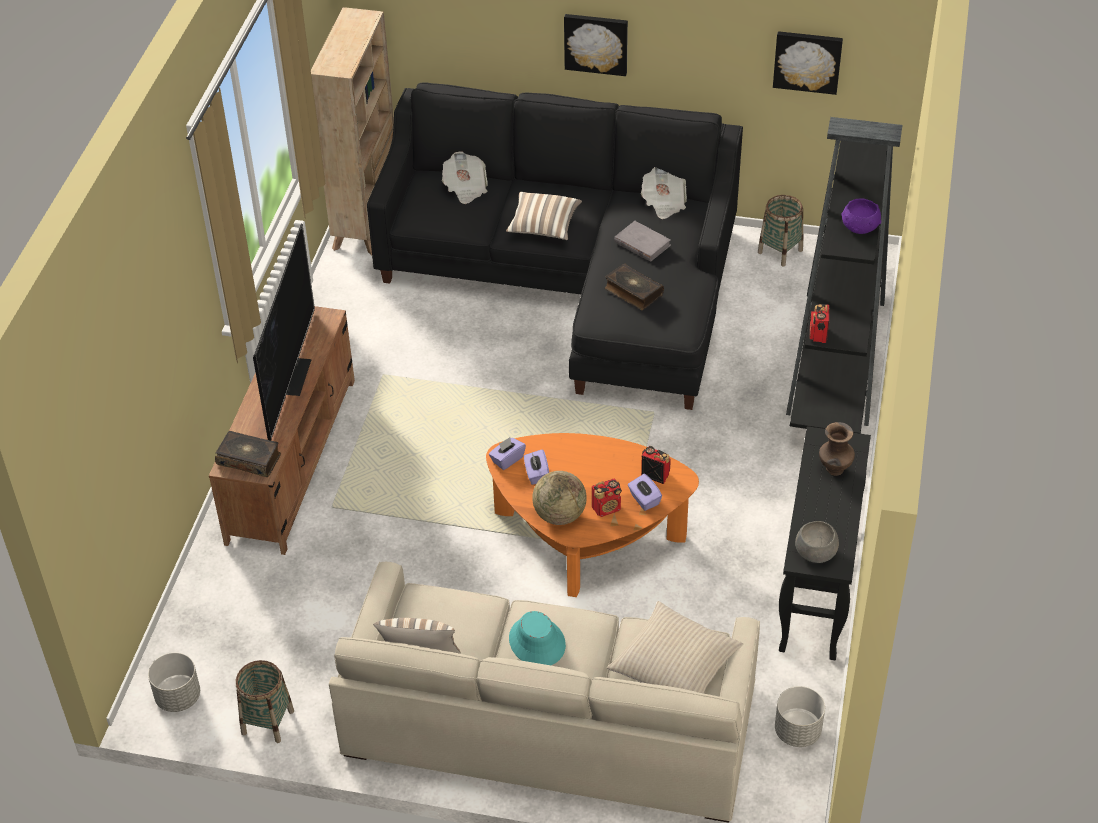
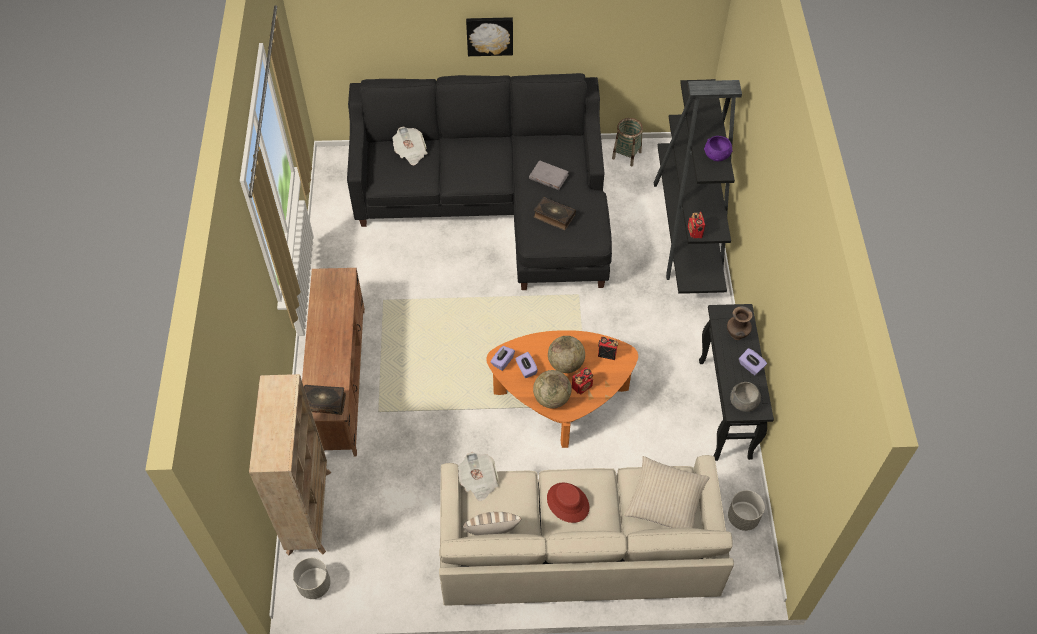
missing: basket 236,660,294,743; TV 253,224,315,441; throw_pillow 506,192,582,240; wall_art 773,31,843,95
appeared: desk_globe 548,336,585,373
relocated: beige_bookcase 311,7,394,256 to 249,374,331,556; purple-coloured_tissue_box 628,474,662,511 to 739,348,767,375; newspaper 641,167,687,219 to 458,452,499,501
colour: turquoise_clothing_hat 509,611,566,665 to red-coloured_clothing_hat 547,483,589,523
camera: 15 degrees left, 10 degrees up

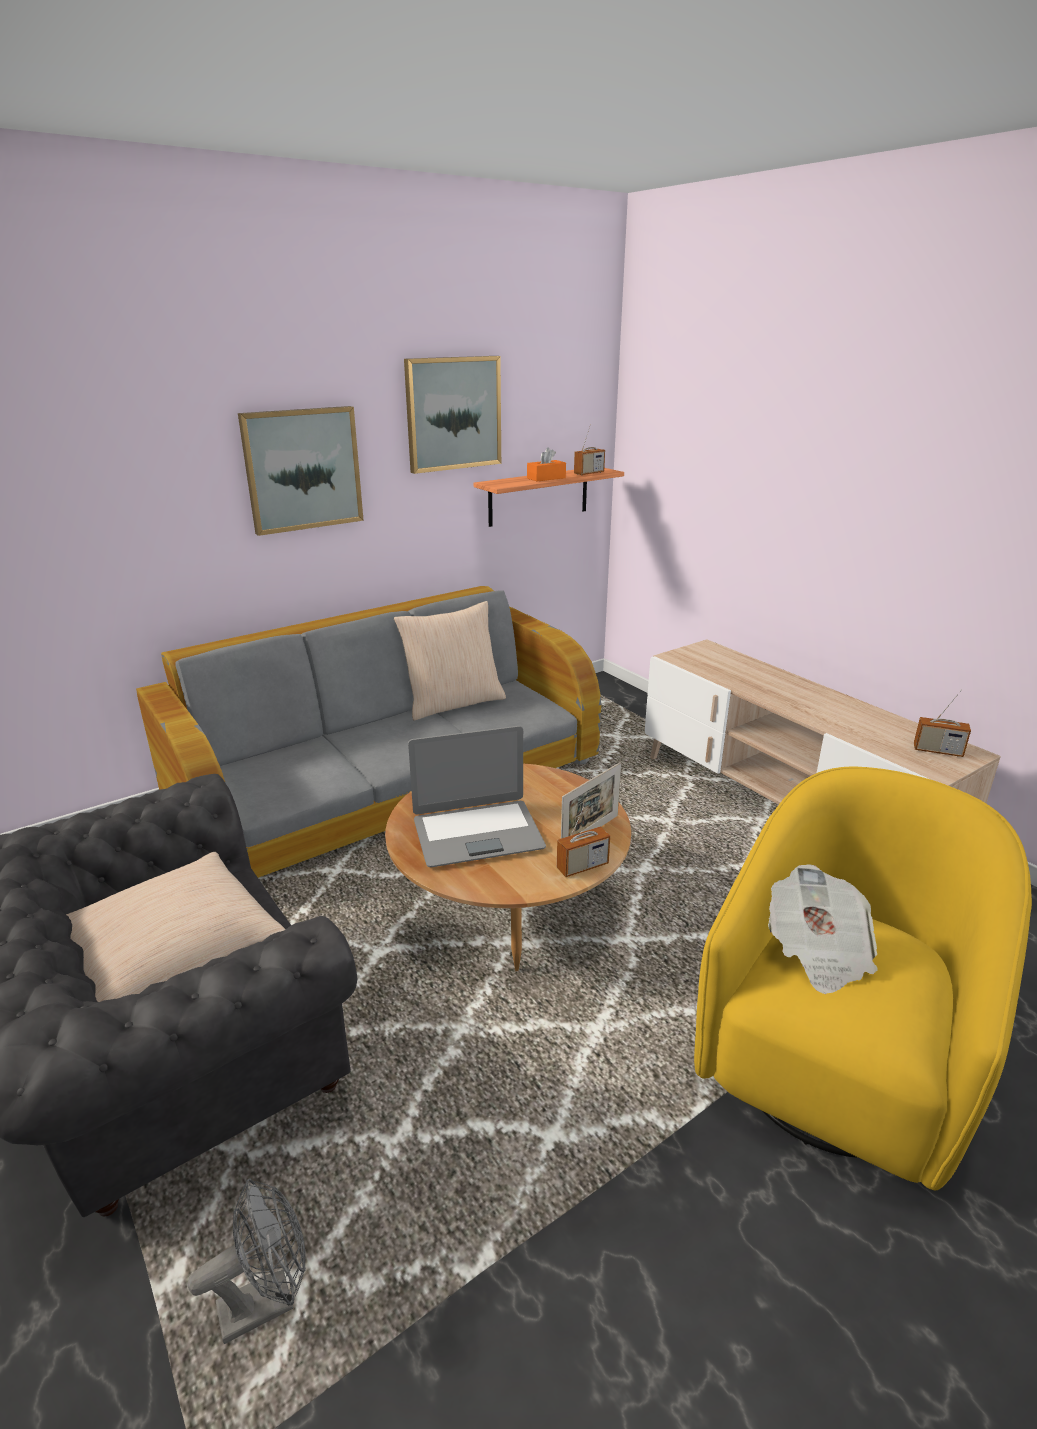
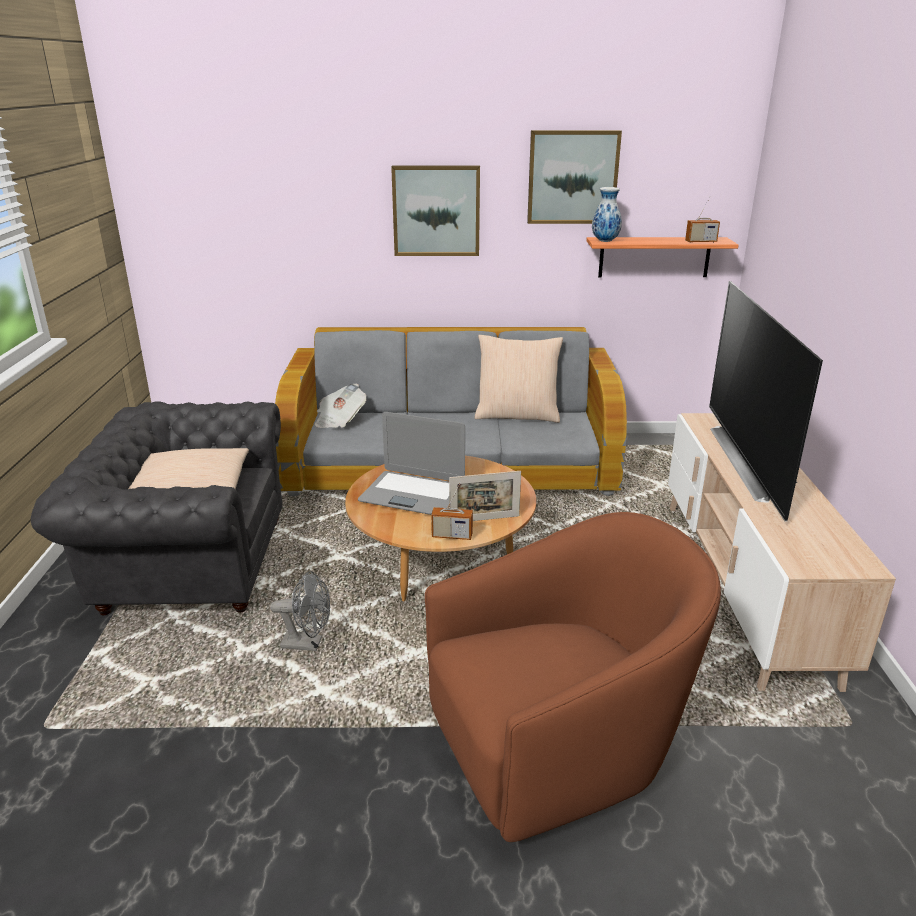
missing: orange-coloured_tissue_box 527,447,566,481; radio_receiver 914,689,971,757
appeared: decorative_vase 592,187,622,242; TV 709,281,823,522
relocated: grey_cooling_fan 188,1178,306,1344 to 270,571,330,651; newspaper 768,864,878,994 to 315,384,366,428
colour: yellow_easy_chair 694,767,1032,1191 to brown-coloured_easy_chair 425,512,721,842
camera: 35 degrees right, 0 degrees up

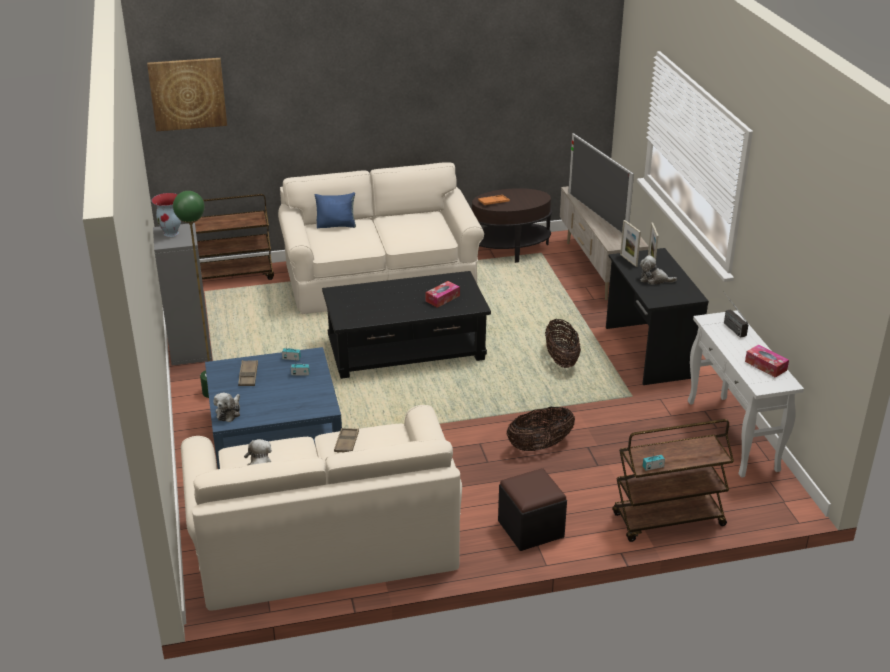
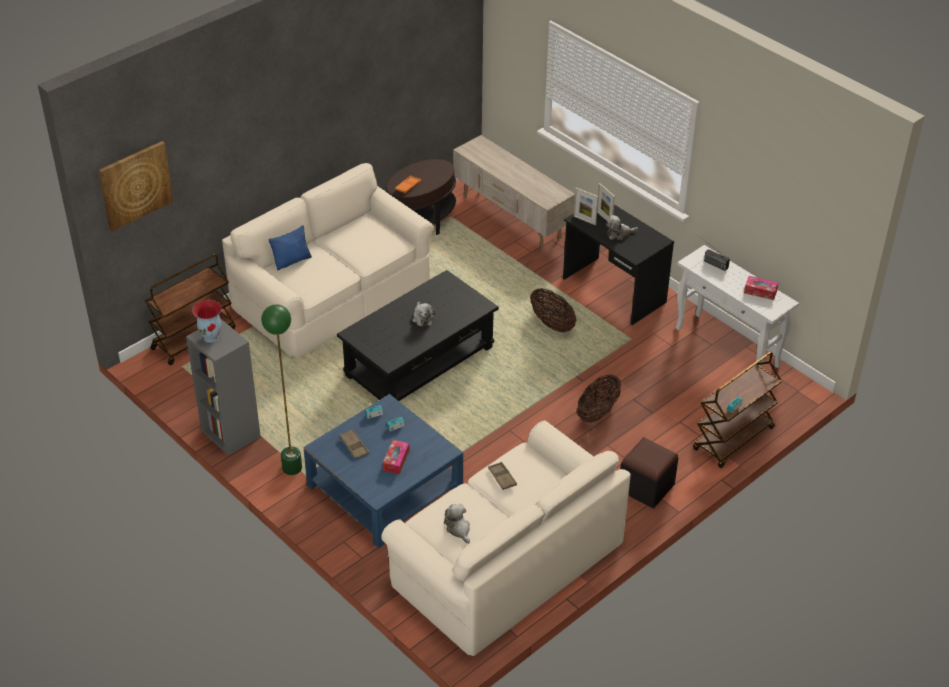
missing: TV 568,133,634,233
relocated: soft_toy 213,393,240,422 to 412,302,435,327; tissue_box 426,281,460,308 to 383,440,409,474
camera: 30 degrees left, 10 degrees up

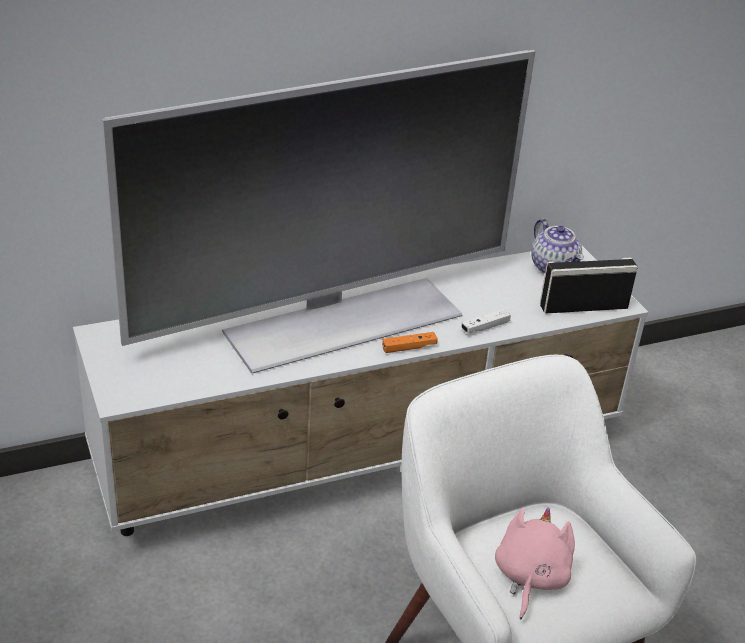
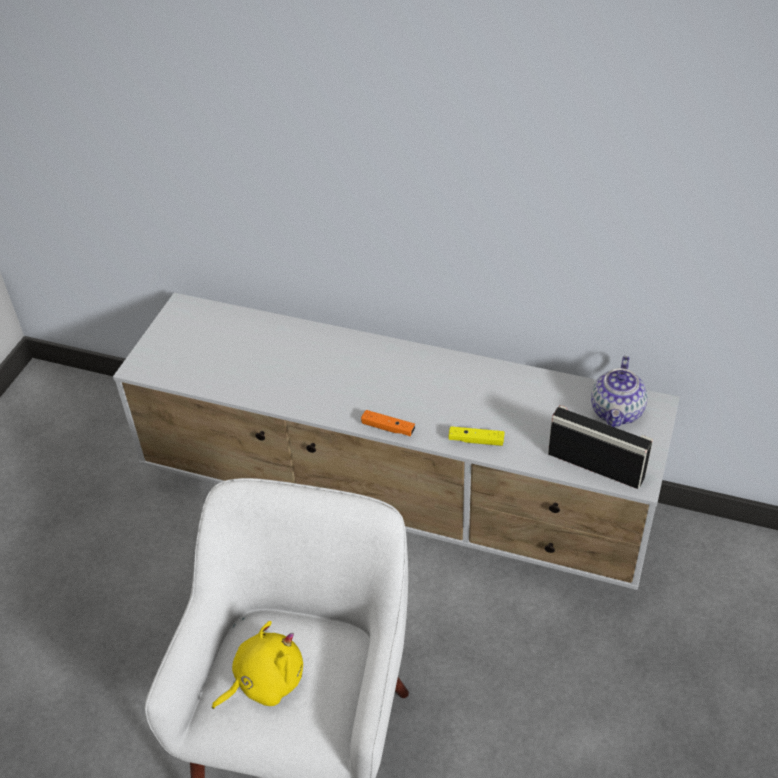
missing: TV 102,50,536,374
colour: white-coloured_game_controller 461,309,511,333 to yellow_game_controller 449,426,505,446; pinkish_soft_toy 495,507,575,619 to yellow_soft_toy 212,621,303,709
camera: 45 degrees right, 10 degrees up

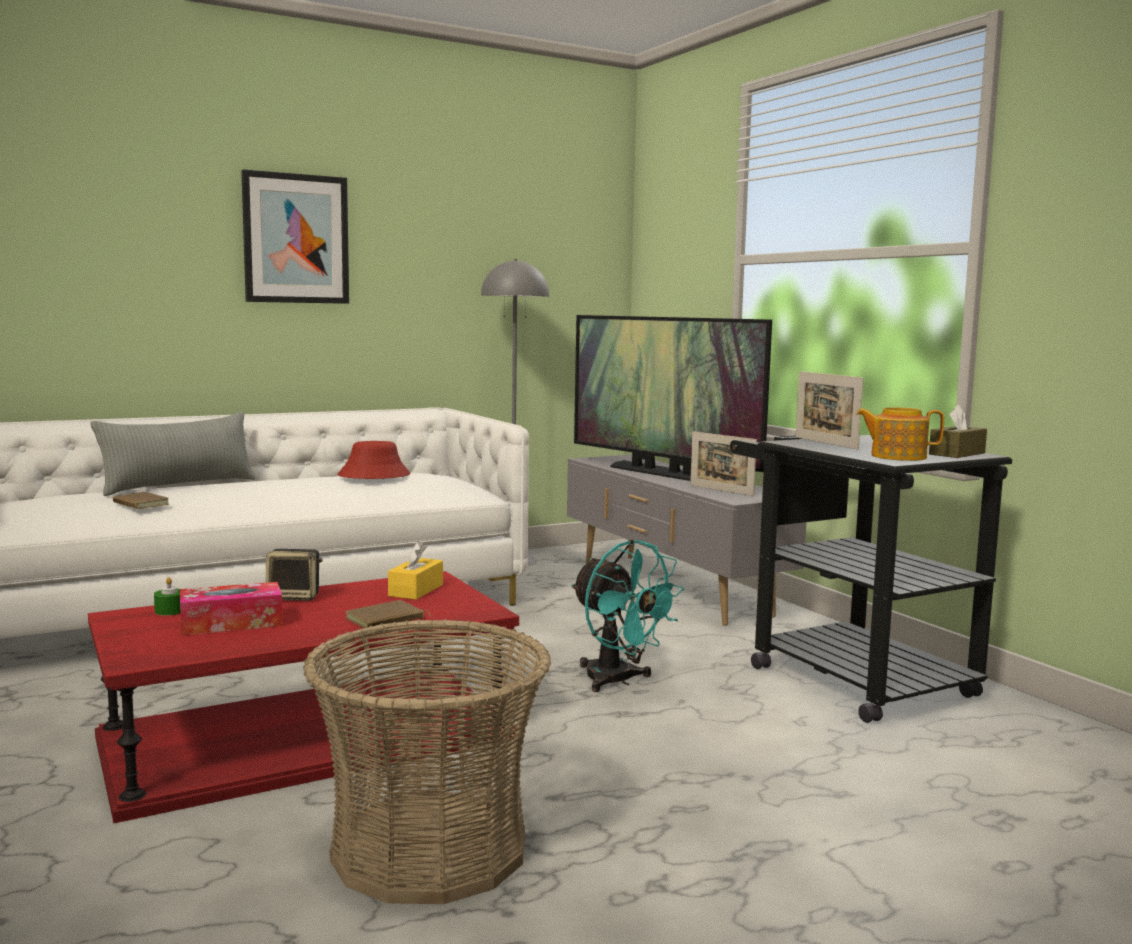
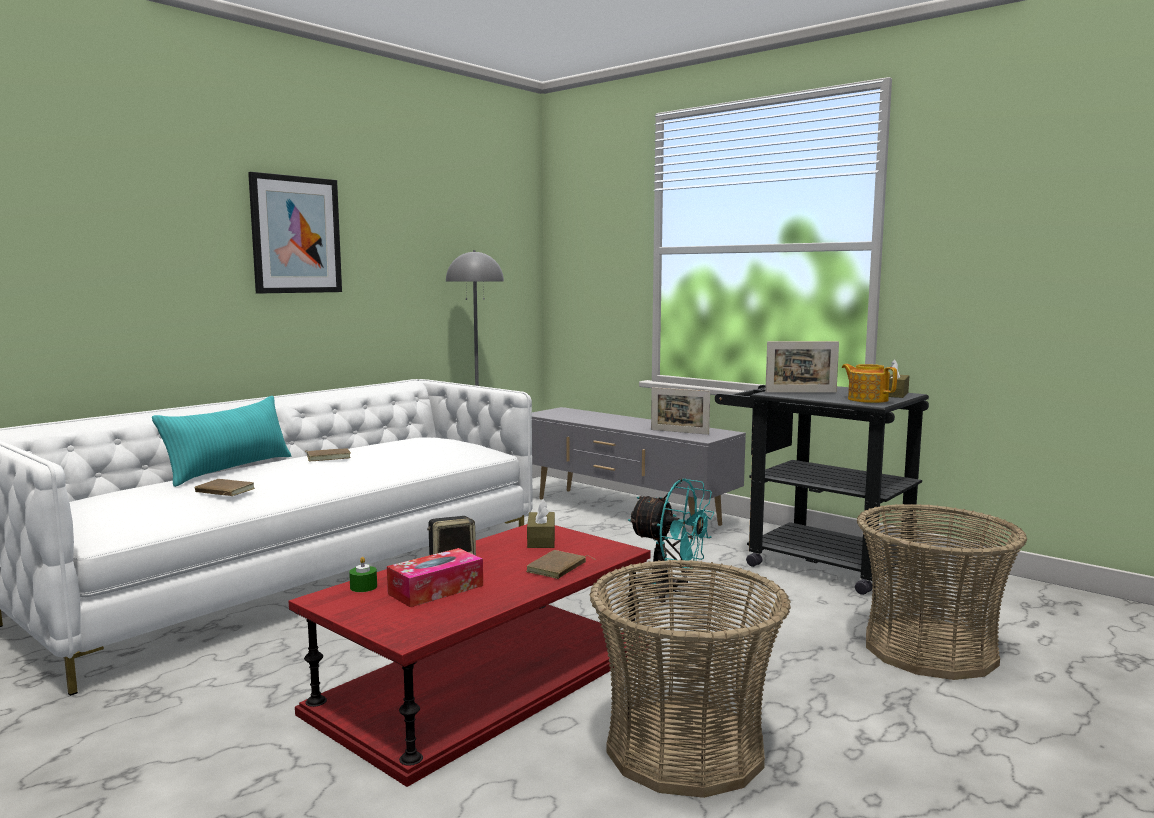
missing: red-coloured_clothing_hat 337,441,410,479; TV 574,315,772,481
appeared: brown-coloured_bound_book 305,448,351,461; basket 857,504,1027,680
colour: grey_throw_pillow 90,412,255,496 to turquoise_throw_pillow 152,396,291,487; yellow_tissue_box 388,541,443,600 to brown-coloured_tissue_box 527,499,555,548
spun: standing_frame 796,371,863,450 = 765,341,839,393 45 degrees counterclockwise; teapot 856,407,944,461 = 842,364,897,403 60 degrees clockwise
camera: 20 degrees left, 0 degrees up

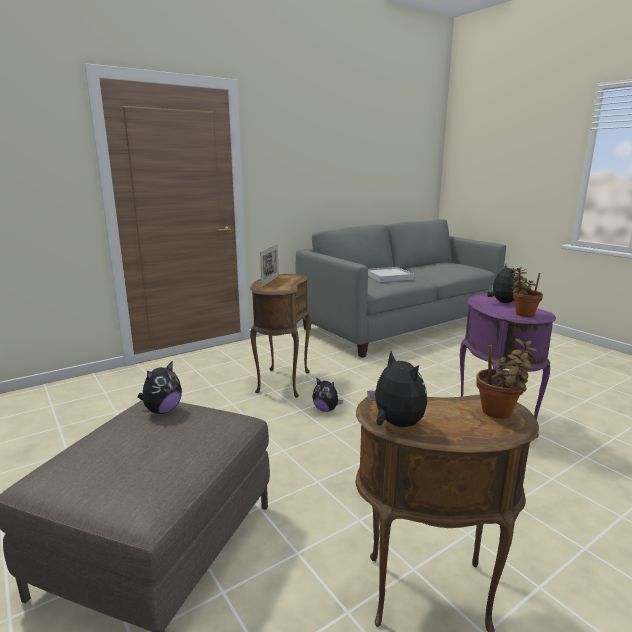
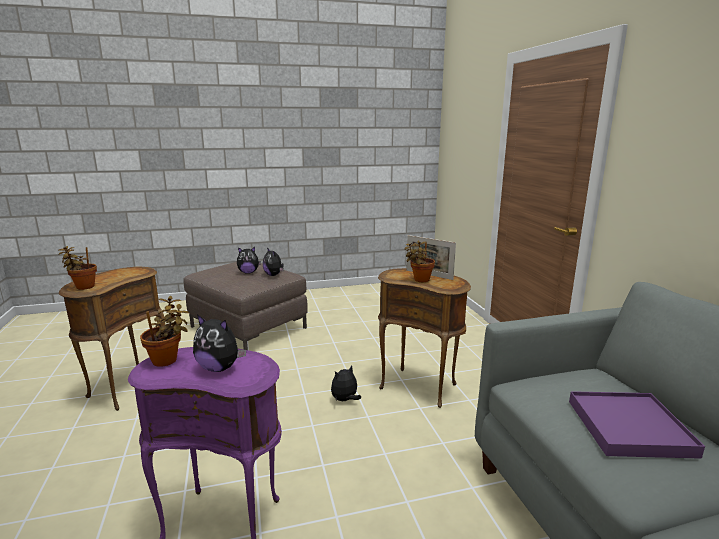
appeared: houseplant 404,241,435,282
relocated: soft_toy 367,351,427,427 to 237,247,261,274
colour: white-coloured_carrying_tray 368,267,414,282 to purple-coloured_carrying_tray 569,391,705,459
camera: 110 degrees right, 0 degrees up

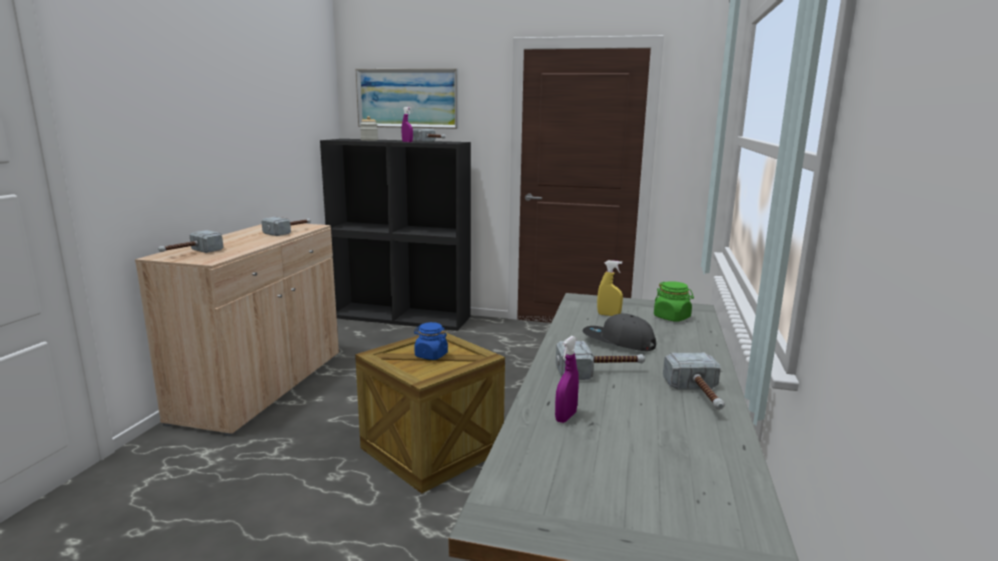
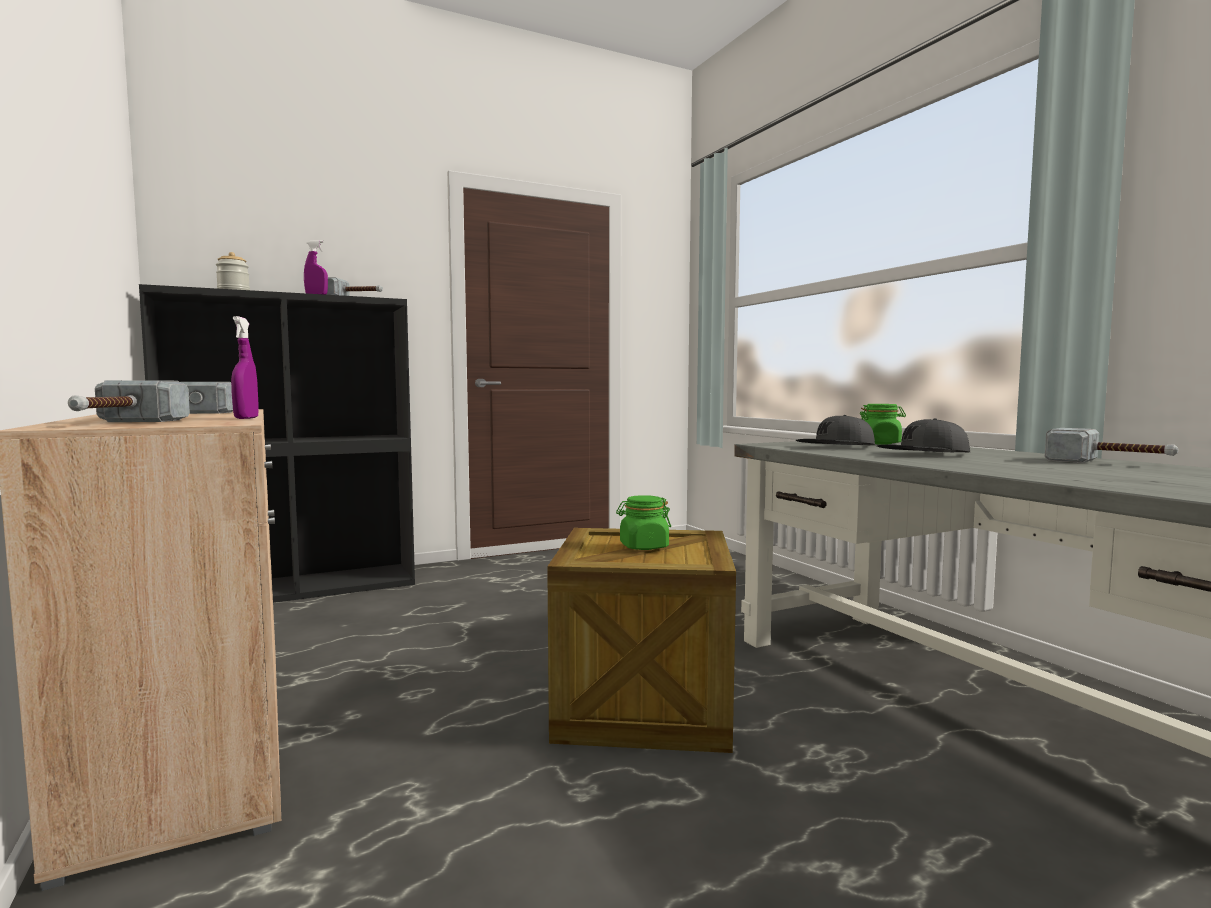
missing: wall_art 355,68,458,129; hammer 556,341,645,380
relocated: purple-coloured_hand_sprayer 555,336,579,423 to 231,316,259,419
exchanged: yellow_hand_sprayer 597,260,623,316 to grey_peaked_cap 796,415,875,445
colour: bluish_preserve_jar 414,322,448,360 to green-coloured_preserve_jar 616,495,671,550
camera: 40 degrees left, 10 degrees down

